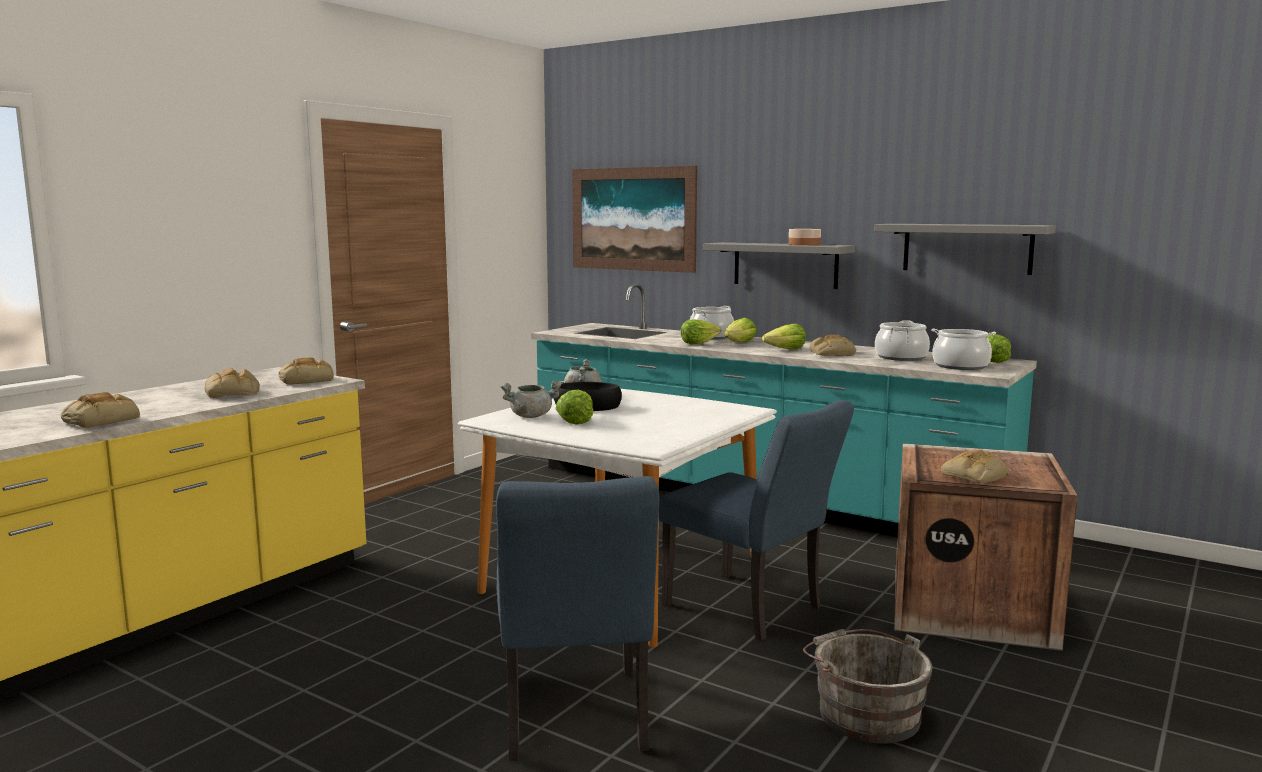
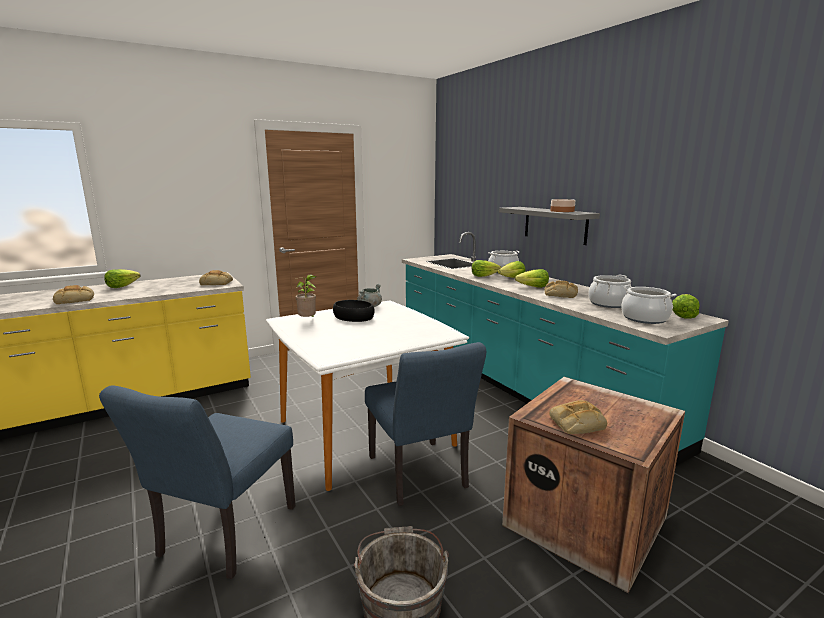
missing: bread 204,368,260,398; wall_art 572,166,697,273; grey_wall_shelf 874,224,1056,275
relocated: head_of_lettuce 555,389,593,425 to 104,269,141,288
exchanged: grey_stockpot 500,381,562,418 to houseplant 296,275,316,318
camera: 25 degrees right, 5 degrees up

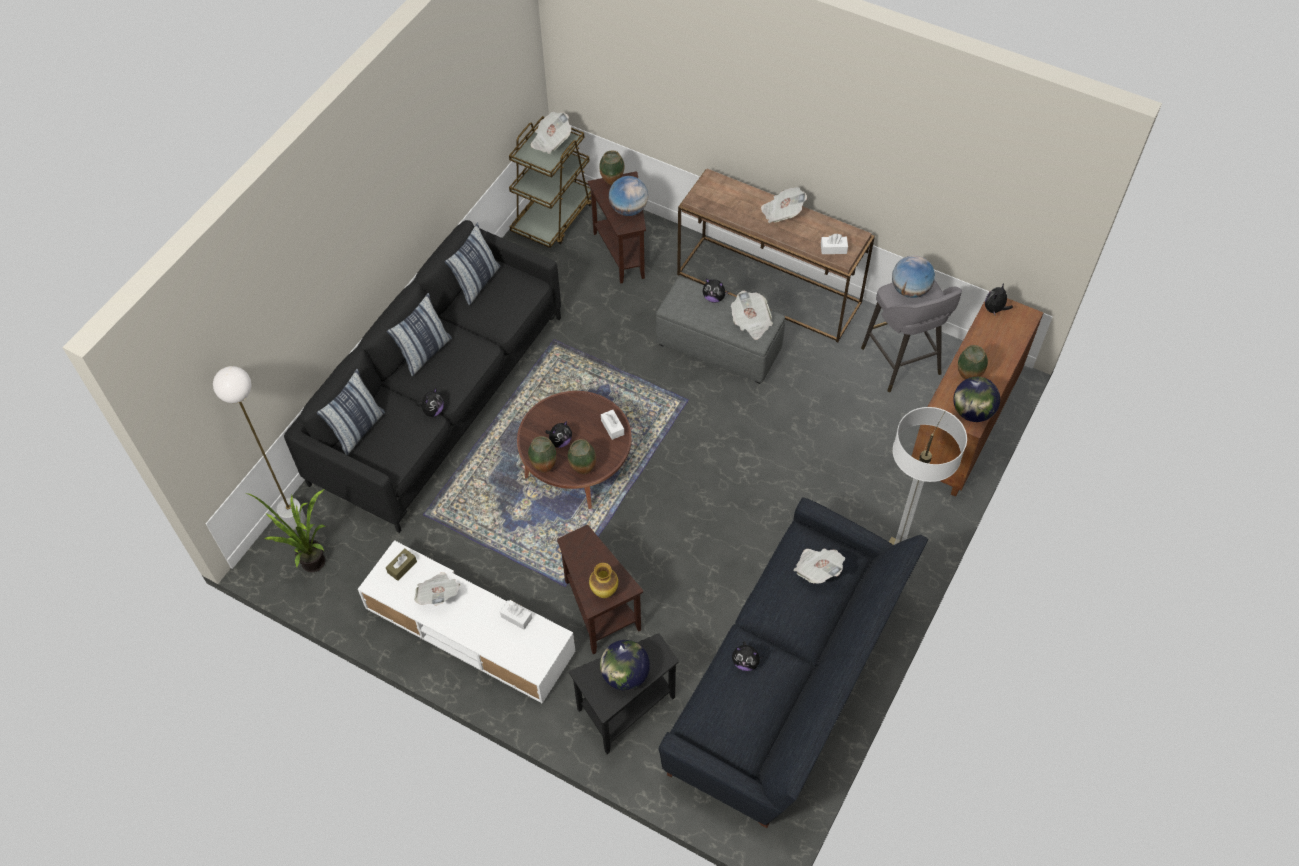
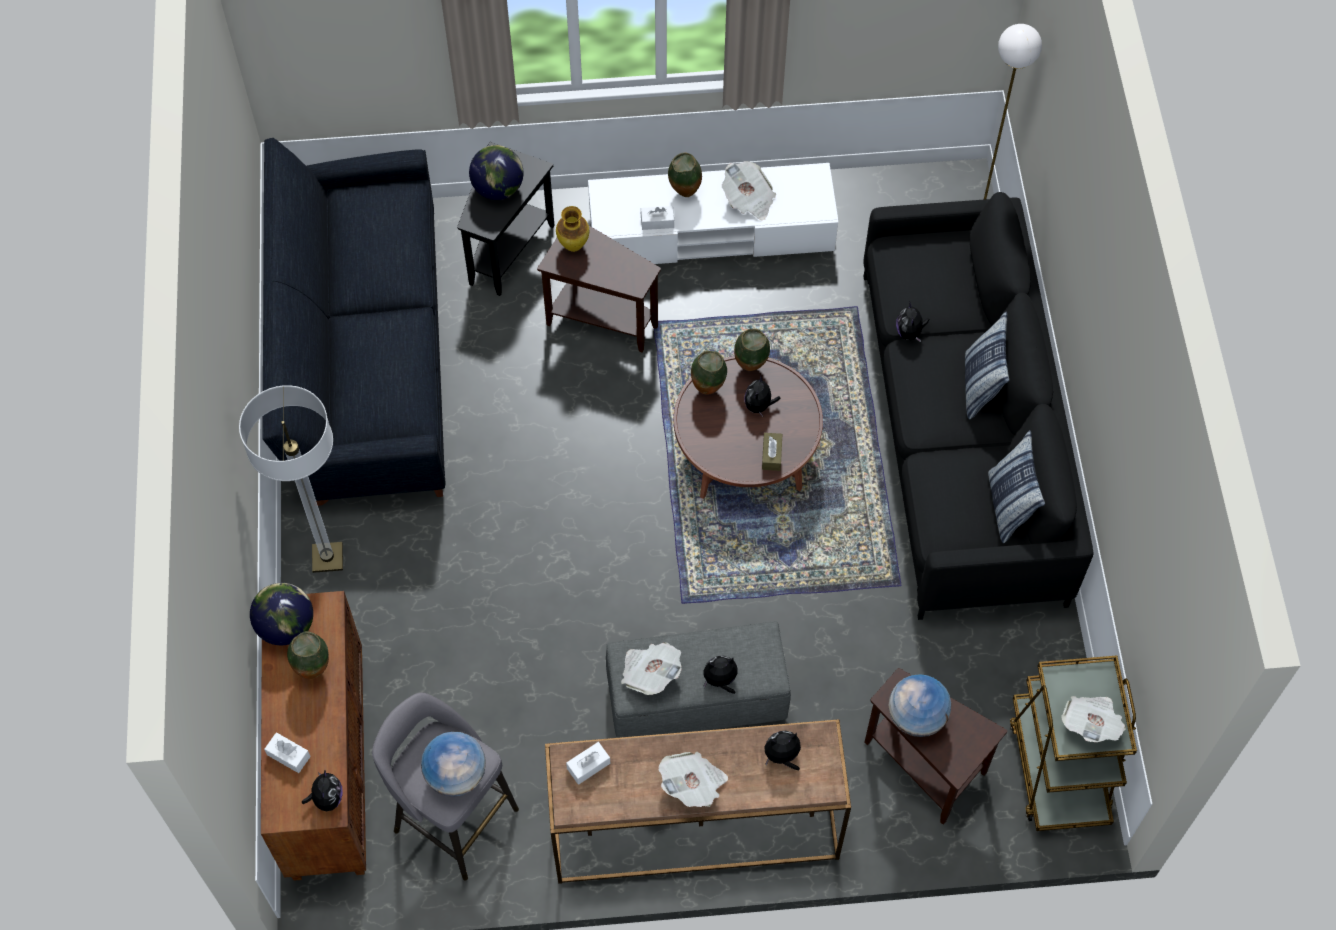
missing: houseplant 245,489,325,572; throw_pillow 317,369,385,455; newspaper 793,548,845,583
relocated: brown-coloured_tissue_box 386,548,417,581 to 762,433,782,471; decorative_vase 600,151,624,185 to 668,153,702,197; white-coloured_tissue_box 601,410,624,440 to 264,732,310,773; soft_toy 732,641,763,671 to 764,731,801,770
camera: 145 degrees right, 5 degrees up

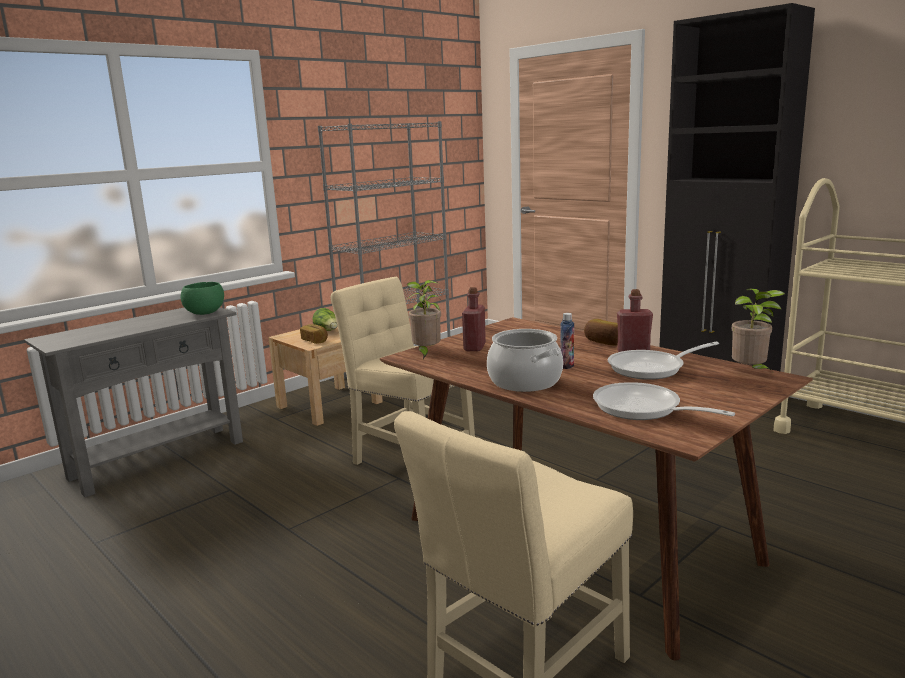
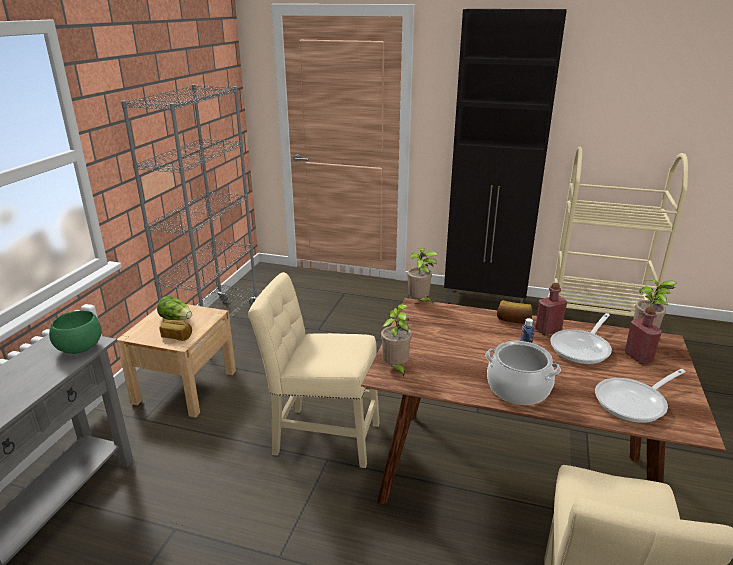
appeared: houseplant 407,248,438,305
relocated: red-coloured_beverage_bottle 462,287,486,351 to 624,307,662,364
spun: pan 593,382,735,420 = 595,369,686,423 45 degrees counterclockwise
camera: 30 degrees left, 10 degrees up

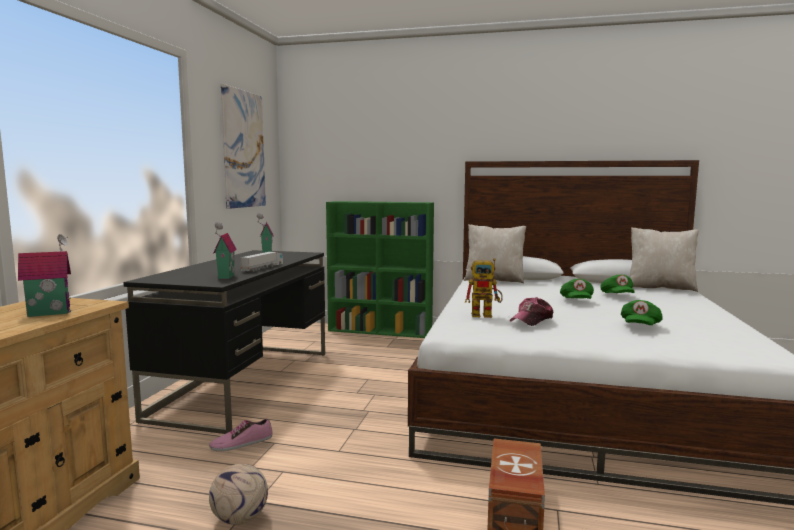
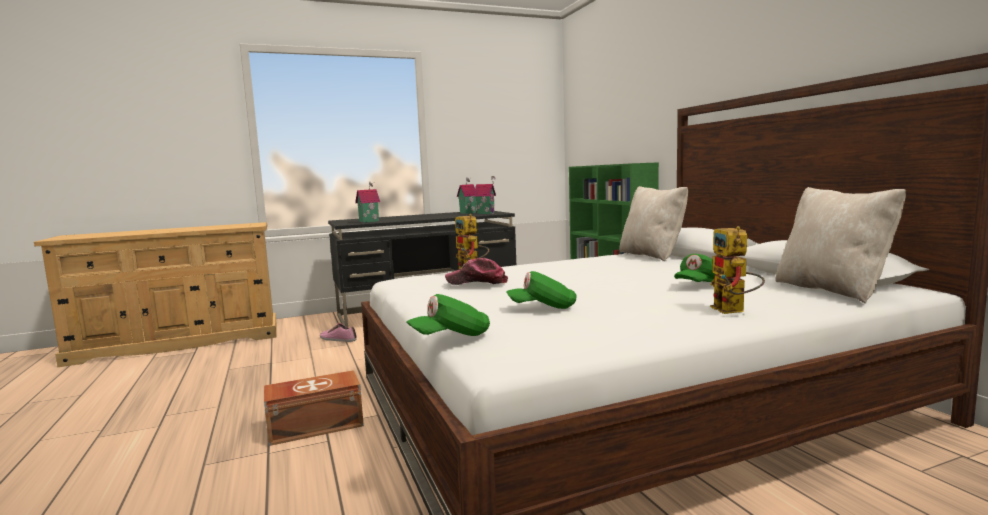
missing: ball_for_football 209,464,268,525; wall_art 221,83,266,209; model_truck 240,252,283,272
appeared: toy_robot 710,226,765,314
relocated: toy_house 18,234,71,317 to 474,176,496,214; green-coloured_peaked_cap 560,279,594,299 to 407,294,490,336
camera: 55 degrees right, 0 degrees up

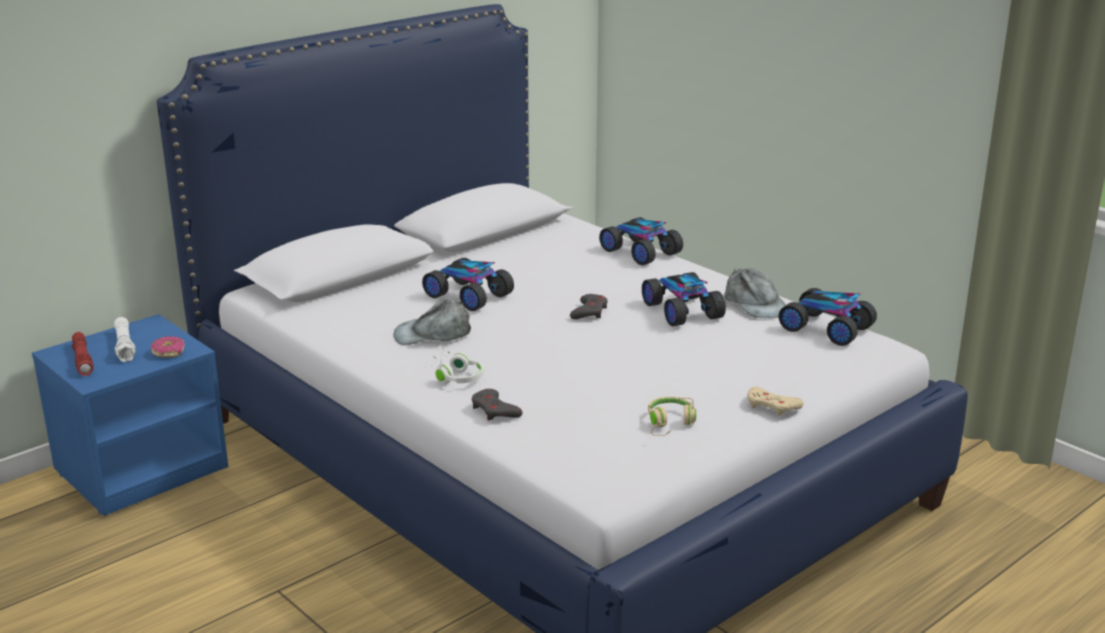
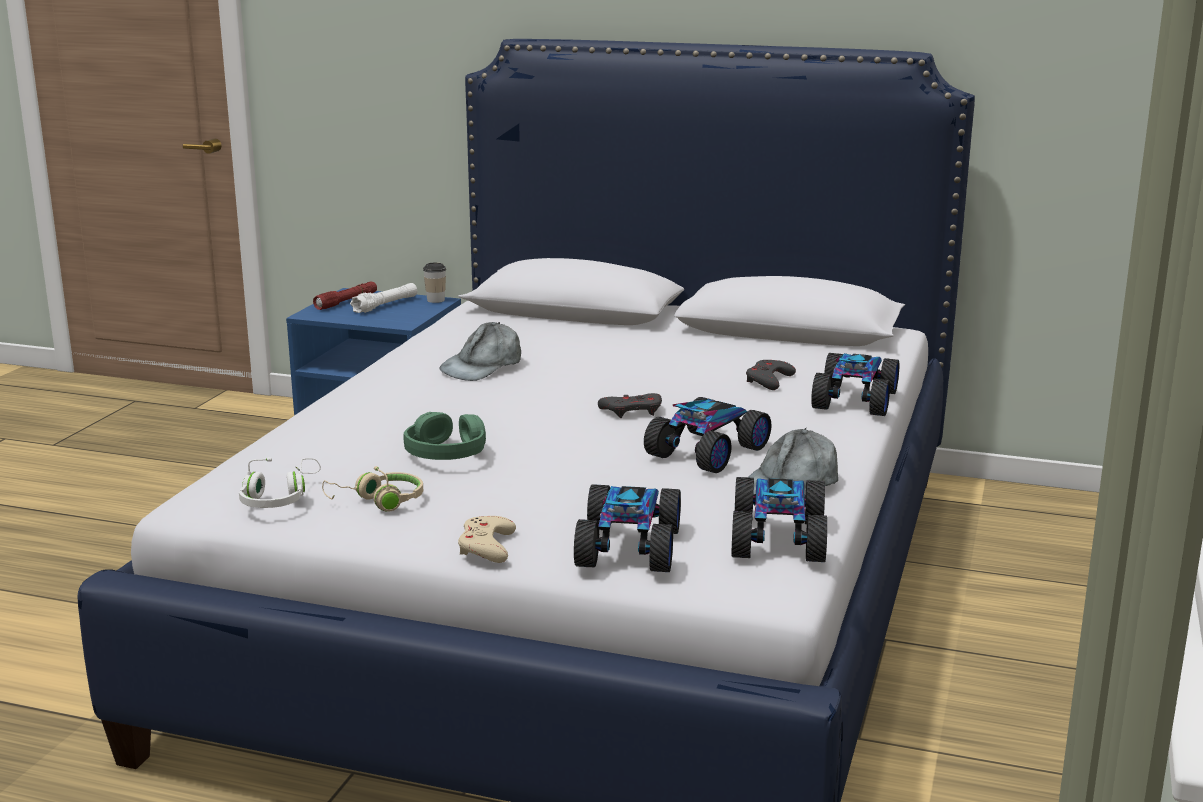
missing: donut 151,336,185,358
appeared: green-coloured_headset 403,412,486,460; small_cup 423,263,446,303
relocated: miniature_car 422,258,514,311 to 574,484,681,572; white-coloured_headset 433,345,484,383 to 239,457,321,508; grey_game_controller 472,389,523,421 to 746,360,796,390
spun: grey_peaked_cap 394,299,471,345 = 439,322,521,381 105 degrees counterclockwise
camera: 60 degrees right, 5 degrees down

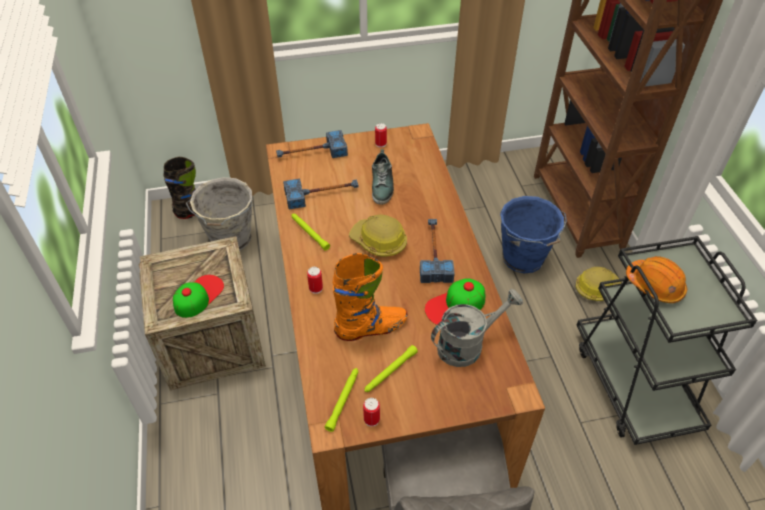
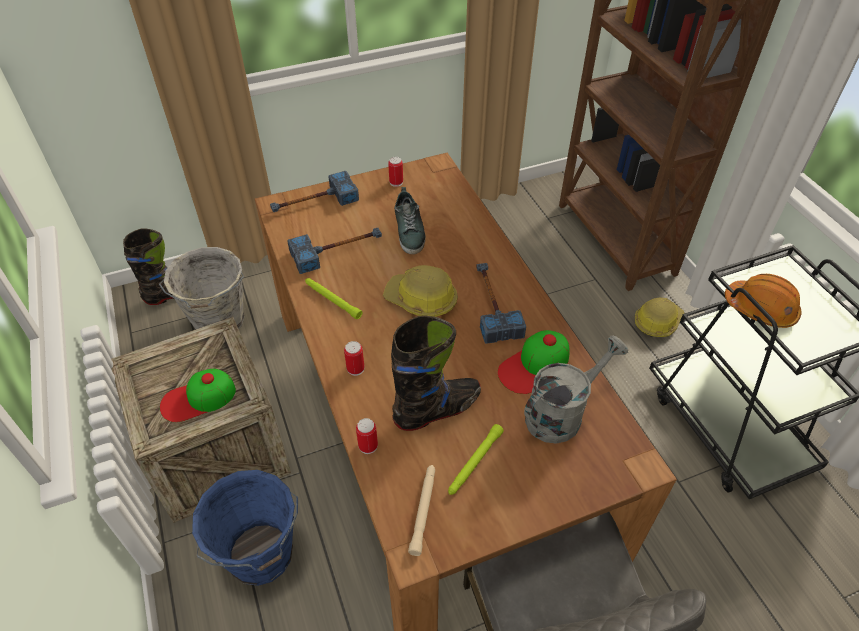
relocated: sealed_can 363,398,380,427 to 356,418,378,454; bluish_water_bucket 500,196,567,273 to 192,470,298,586
colour: green-coloured_flashlight 325,368,358,432 to beige_flashlight 408,465,435,556; orange-coloured_high-top_boot 333,253,407,341 to black-coloured_high-top_boot 391,315,481,431
spun: peaked_cap 173,275,224,318 = 160,369,236,422 135 degrees counterclockwise
camera: 10 degrees left, 0 degrees up

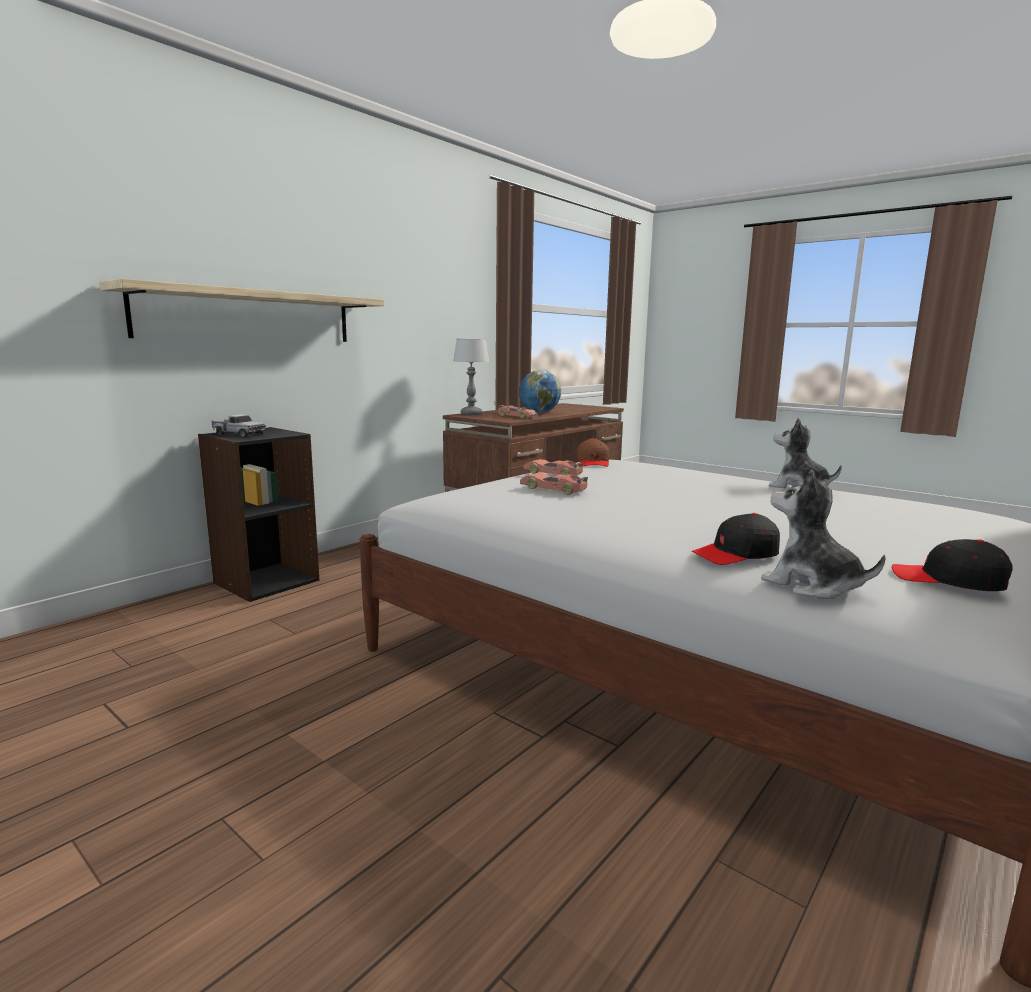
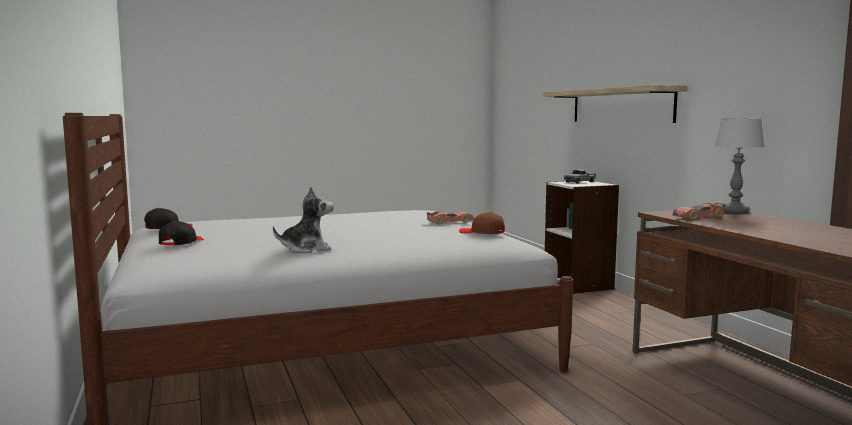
missing: desk_globe 519,370,561,413; miniature_car 520,473,588,495; soft_toy 761,470,886,599
relocated: black-coloured_peaked_cap 692,513,780,565 to 159,221,203,245
colour: black-coloured_bookcase 198,427,320,602 to white-coloured_bookcase 545,180,619,294
camera: 120 degrees right, 5 degrees down

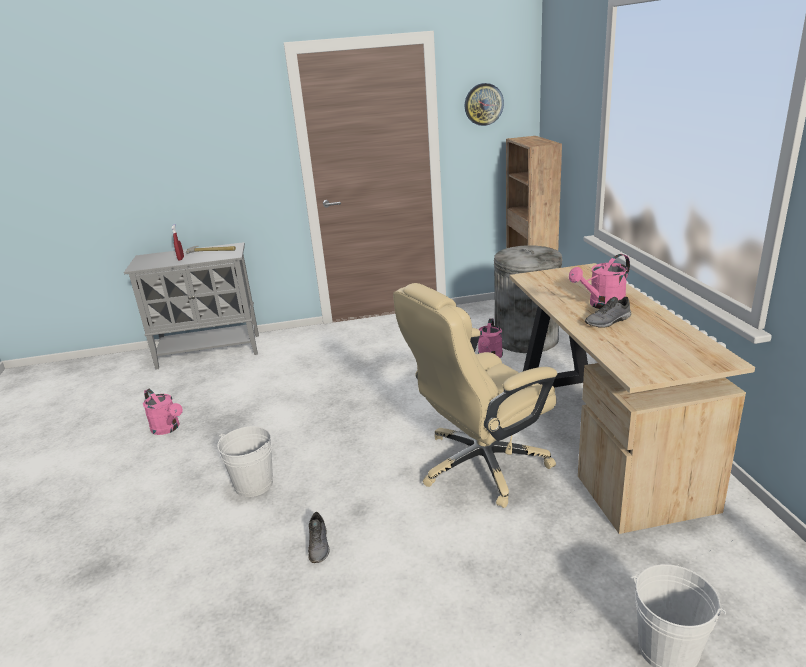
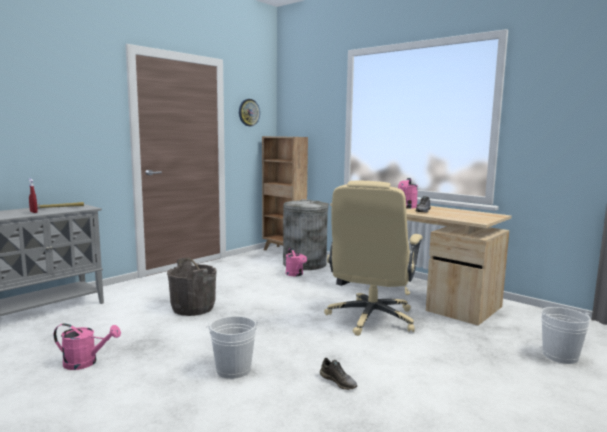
appeared: grey_water_bucket 167,258,217,316
camera: 40 degrees left, 15 degrees down

